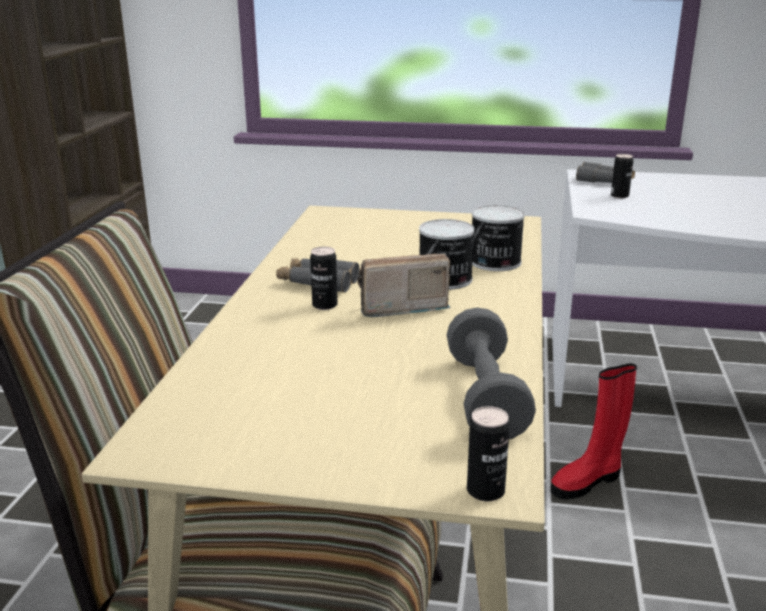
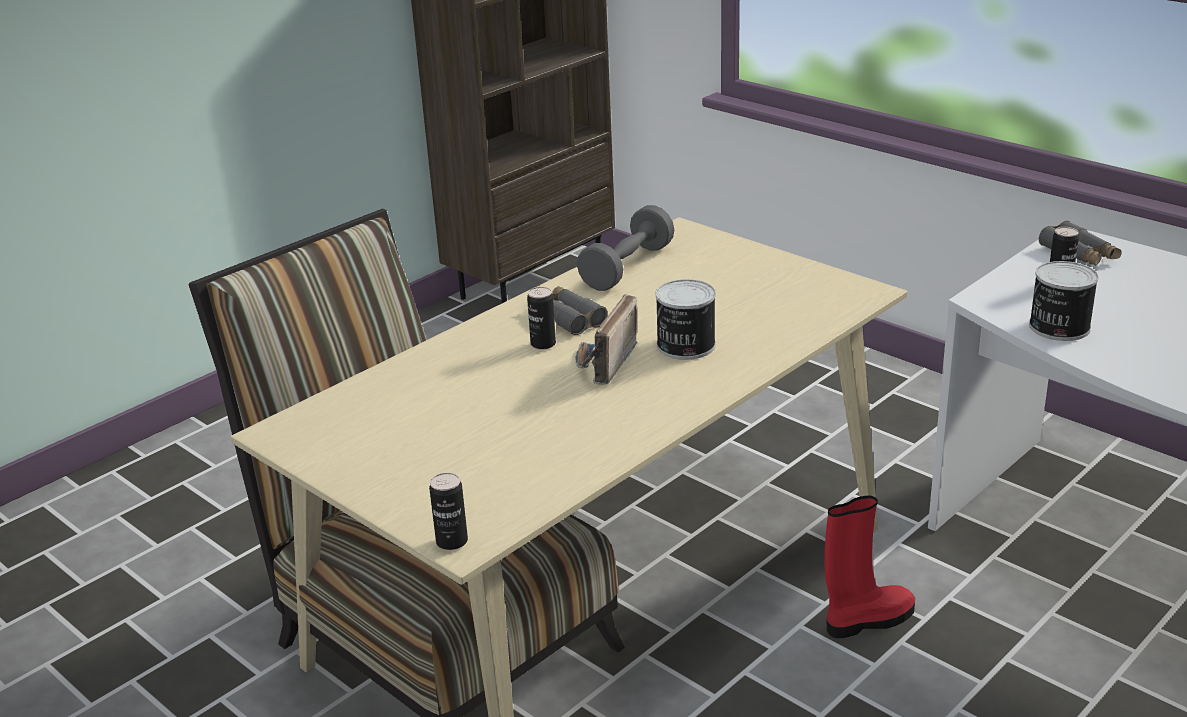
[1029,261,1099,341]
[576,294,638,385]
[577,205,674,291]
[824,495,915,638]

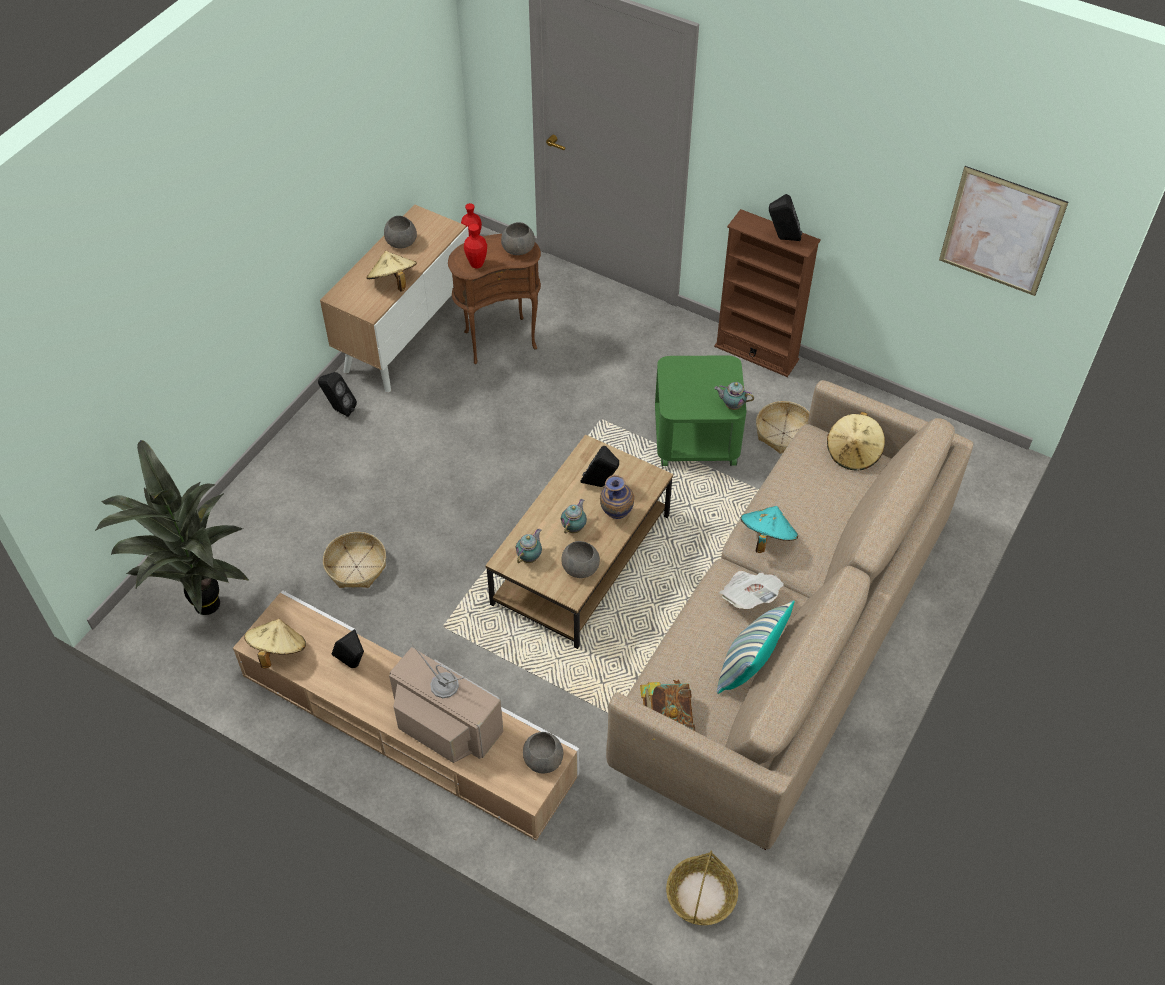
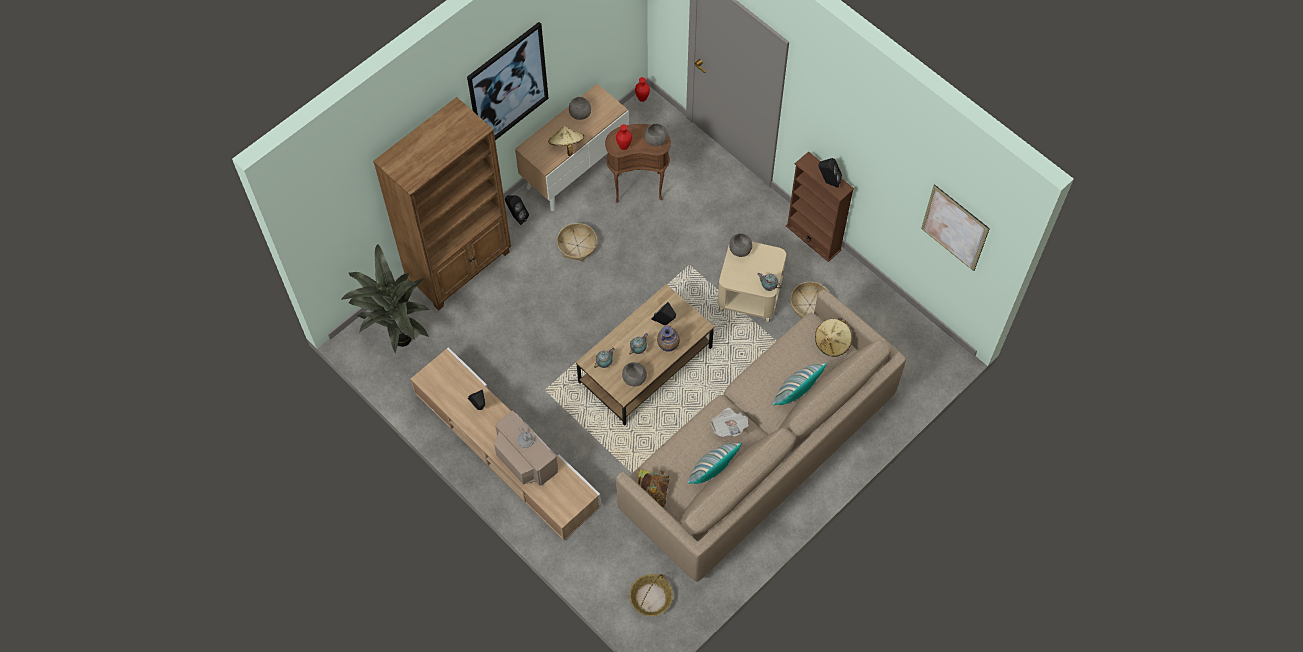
[718,242,786,322]
[741,506,798,553] (first image)
[557,223,597,261]
[244,619,306,669] (first image)
[729,233,752,257]
[467,22,549,140]
[373,97,511,310]
[773,363,827,406]

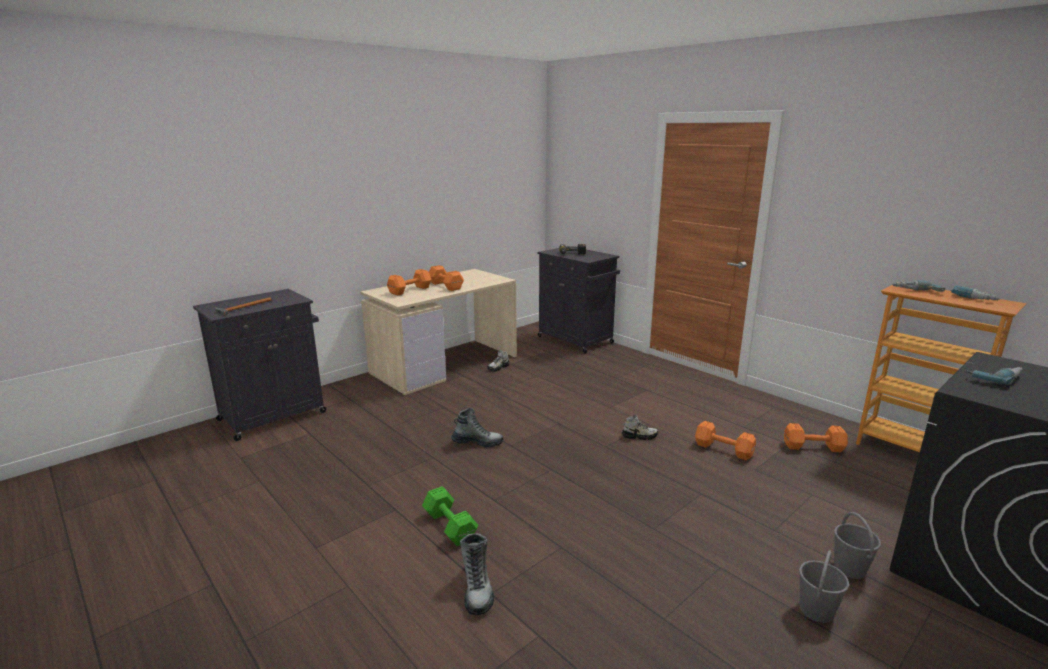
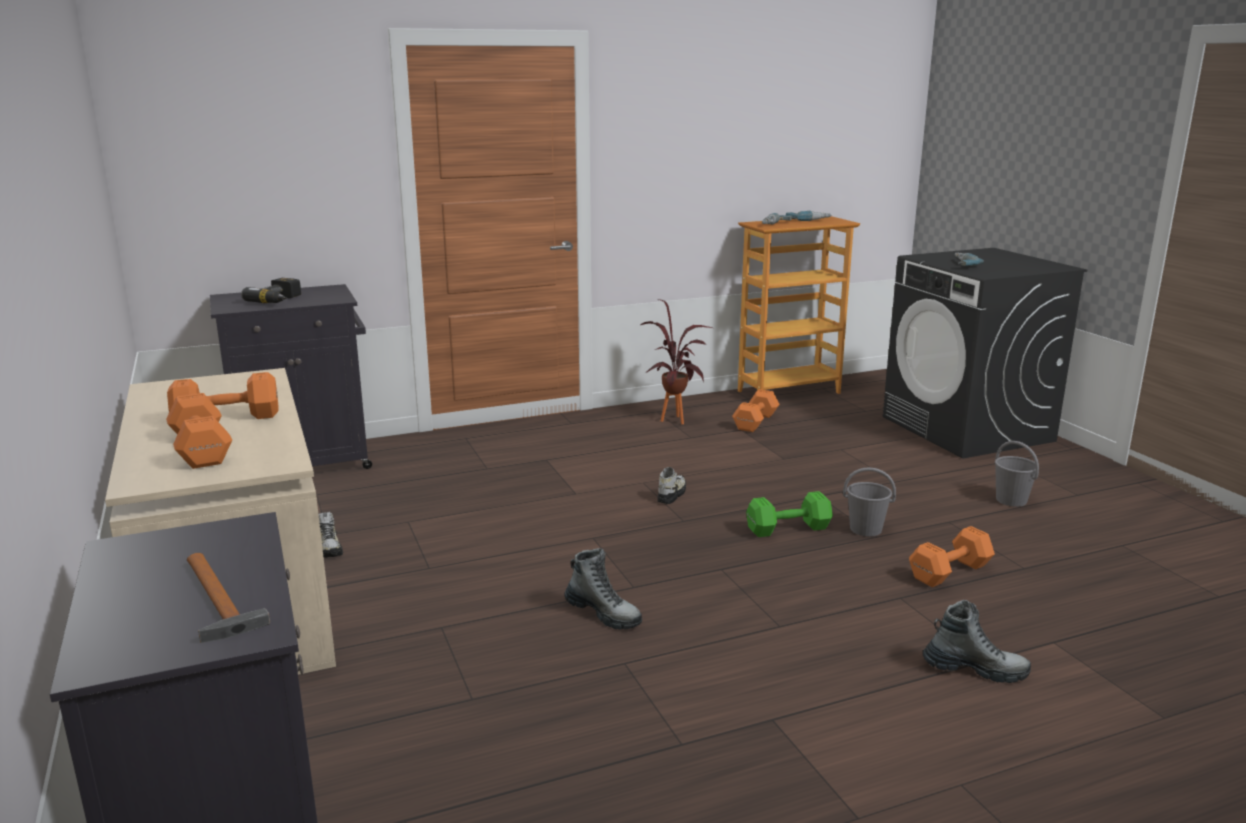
[564,548,642,630]
[909,526,995,587]
[746,491,833,537]
[843,467,896,536]
[640,299,712,424]

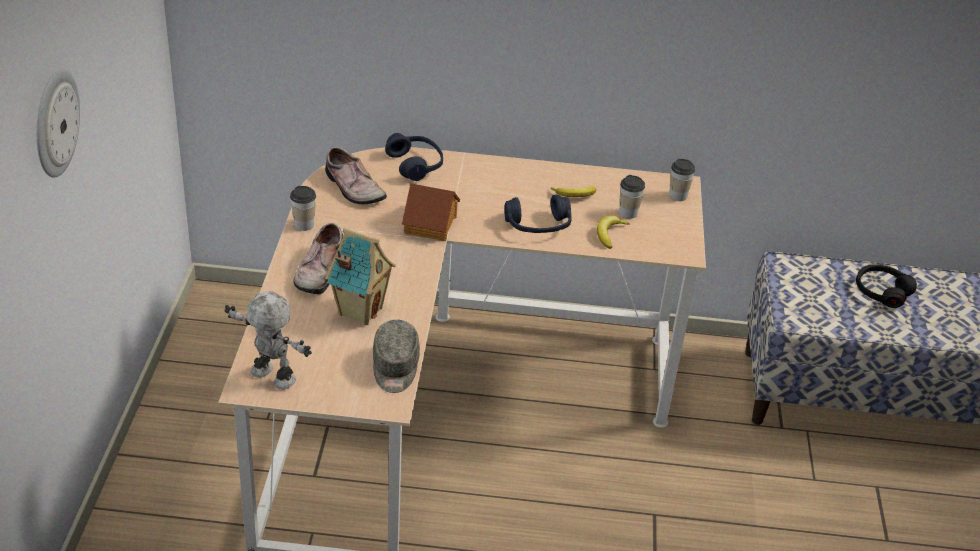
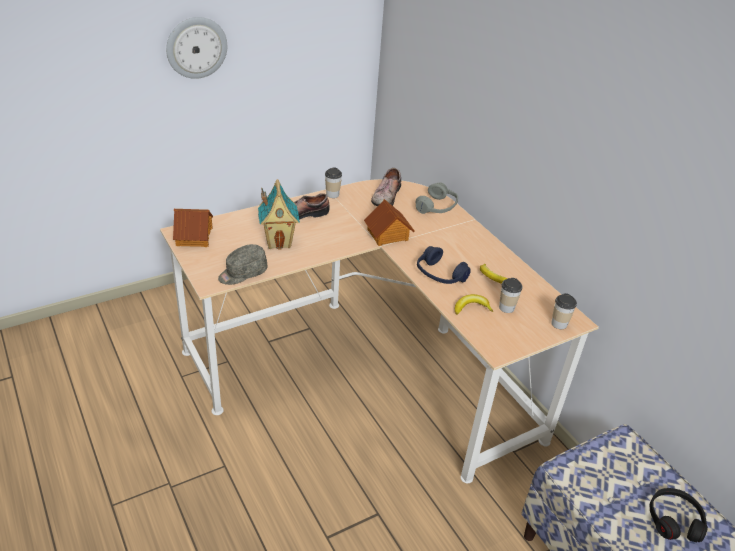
[415,182,458,214]
[173,209,213,247]

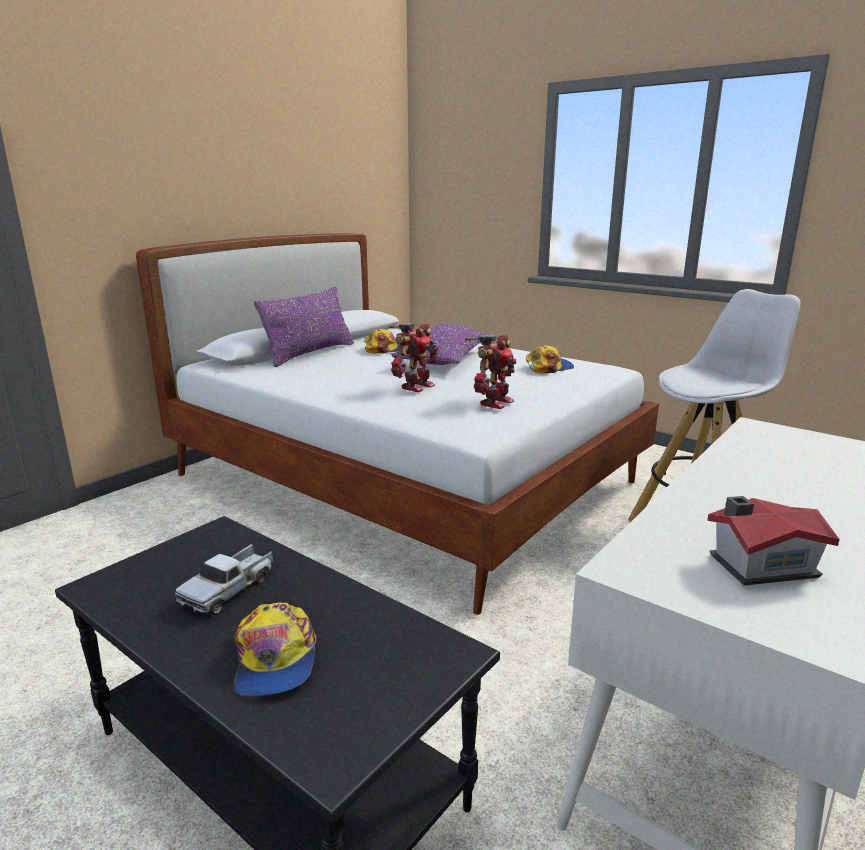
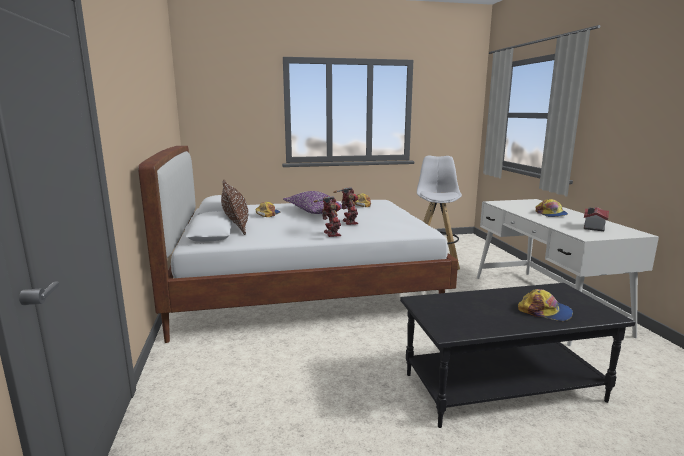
[221,180,249,235]
[314,196,341,237]
[175,544,273,615] (first image)
[535,199,568,217]

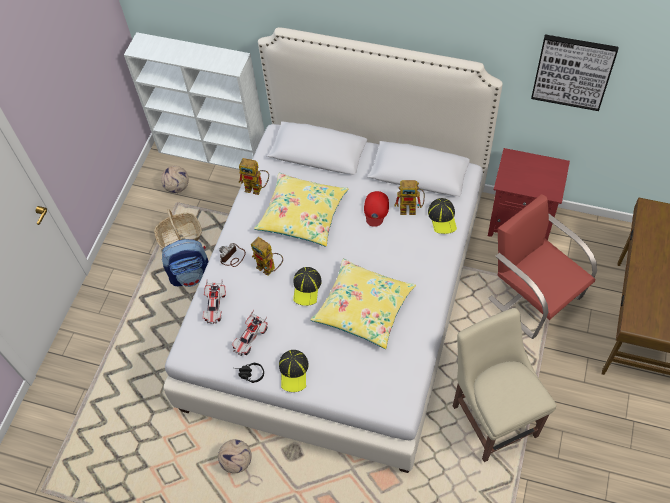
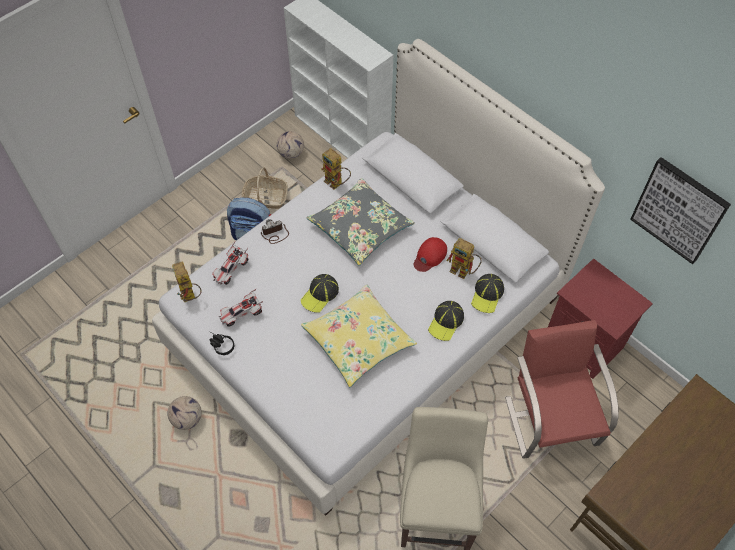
[306,178,415,266]
[172,261,201,302]
[428,301,464,341]

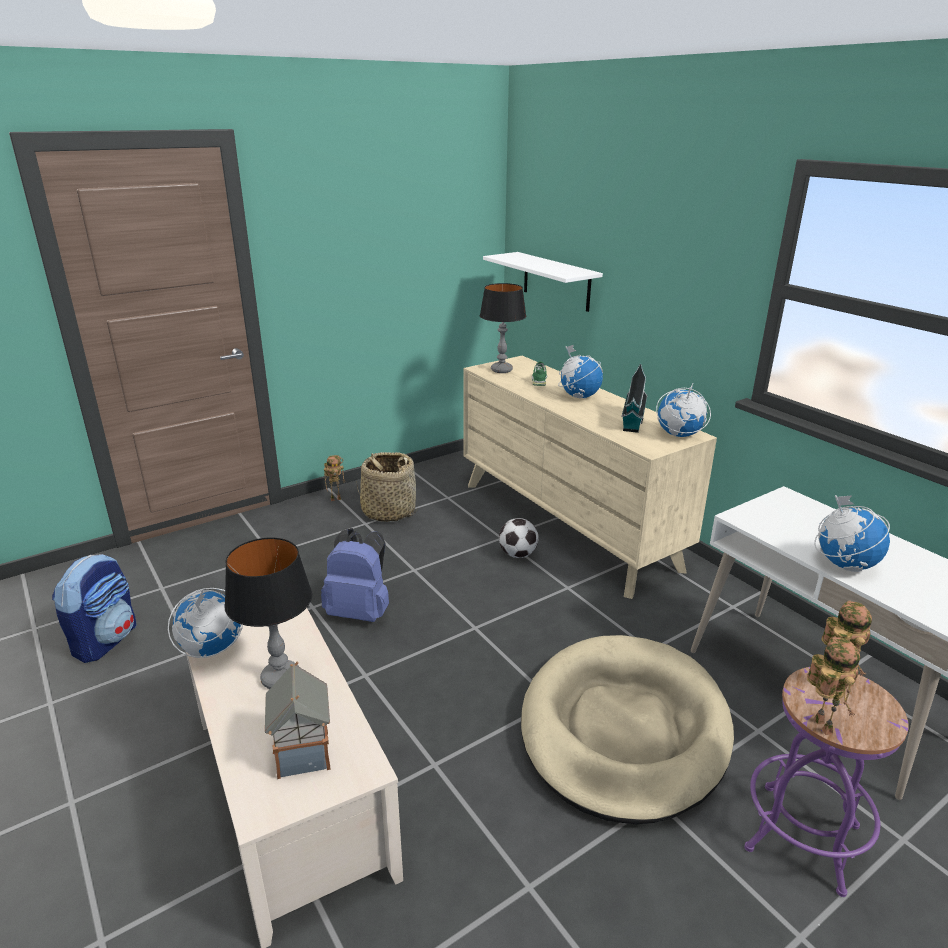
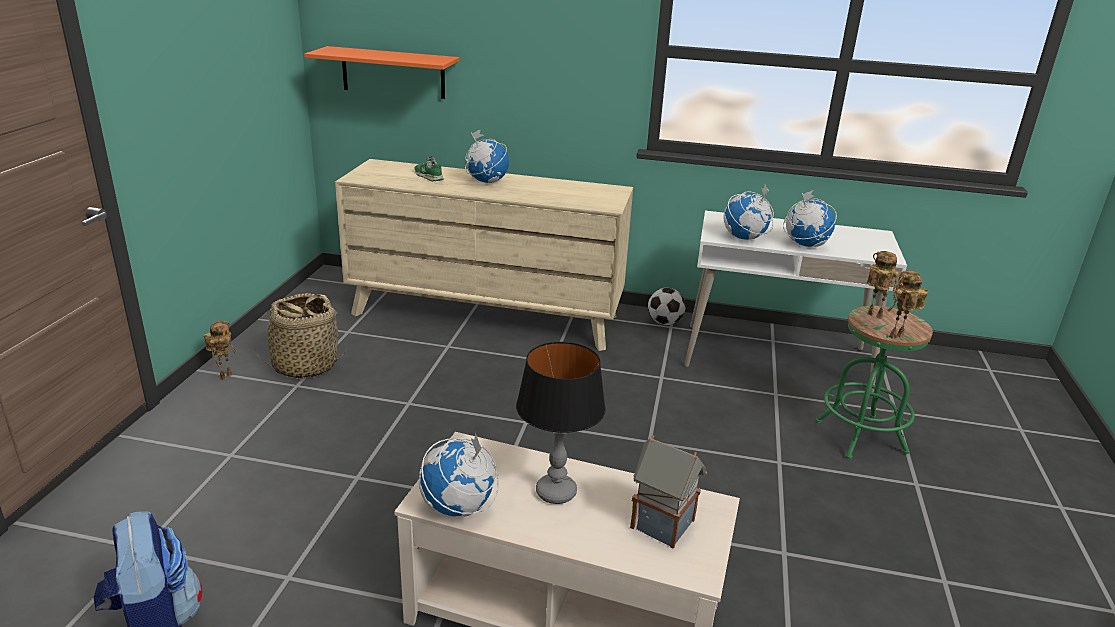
[304,46,460,99]
[480,283,526,373] (first image)
[621,363,647,433] (first image)
[724,184,774,240]
[648,288,685,325]
[321,528,389,622] (first image)
[521,635,734,824] (first image)
[888,271,929,339]
[815,306,933,460]

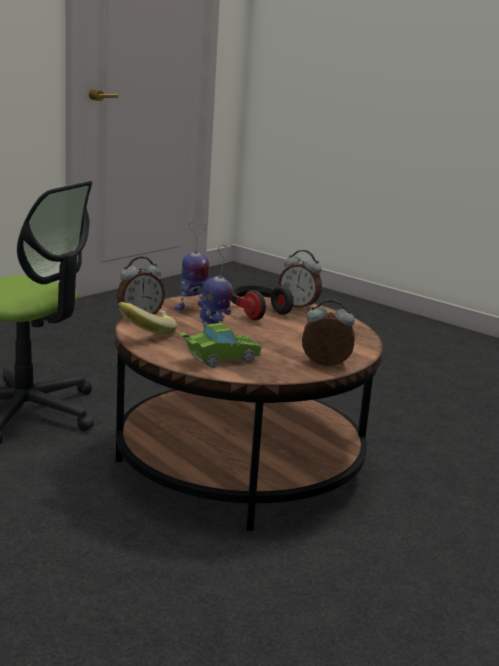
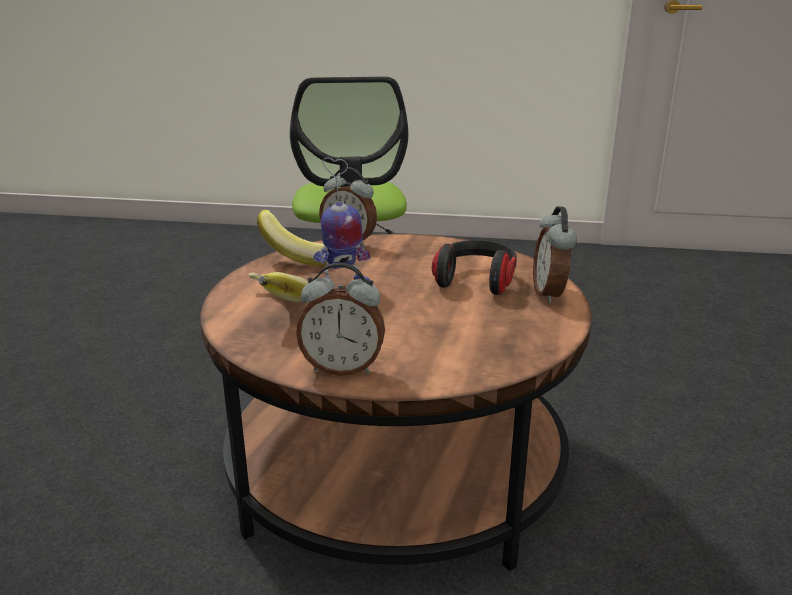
[175,222,209,311] (first image)
[296,263,385,376]
[248,272,308,302]

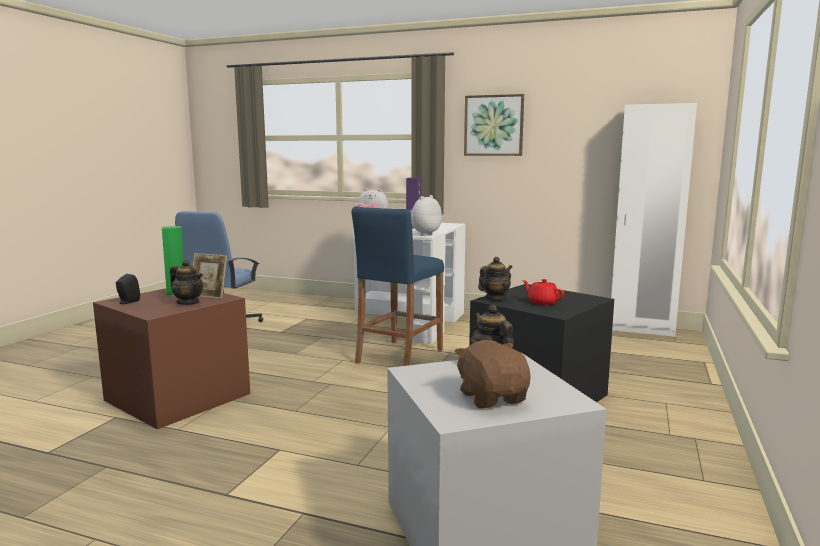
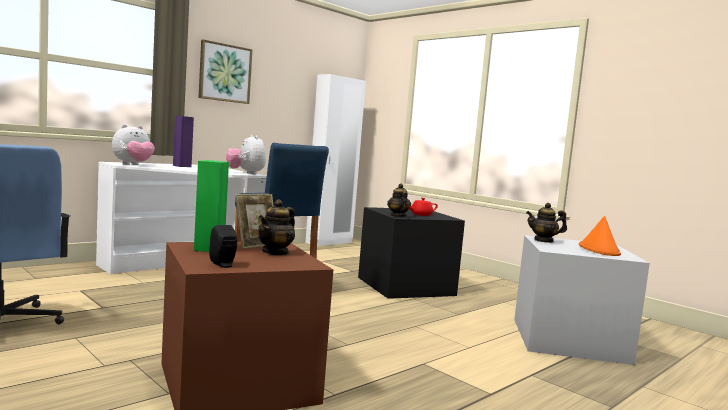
[258,199,295,256]
[579,216,621,256]

